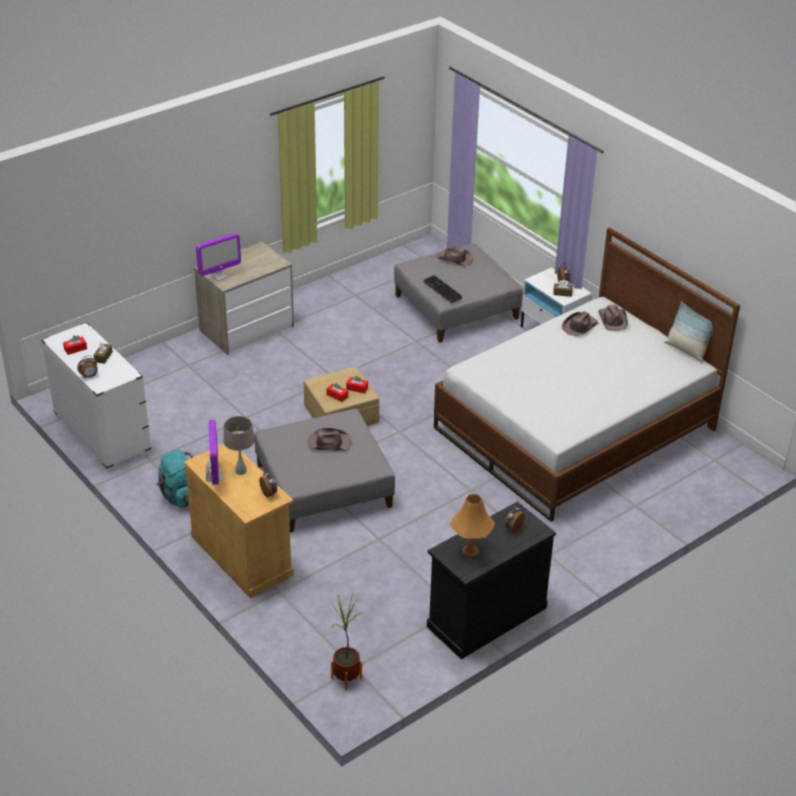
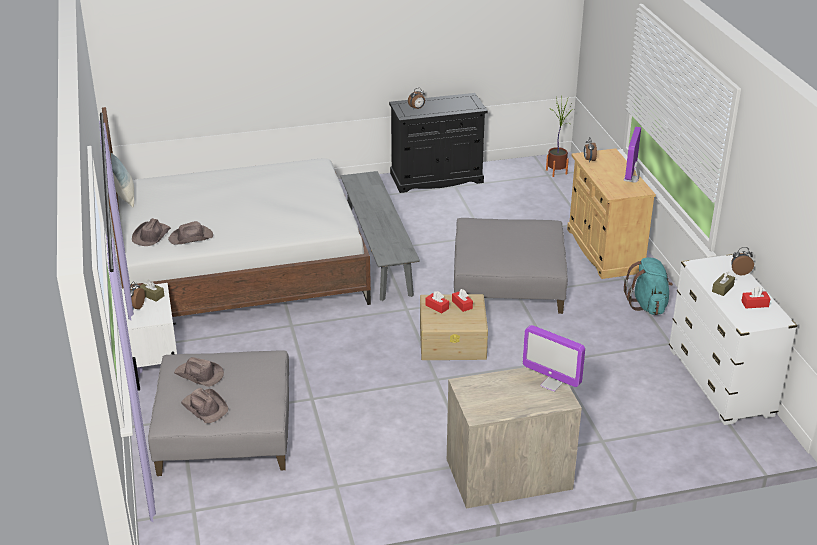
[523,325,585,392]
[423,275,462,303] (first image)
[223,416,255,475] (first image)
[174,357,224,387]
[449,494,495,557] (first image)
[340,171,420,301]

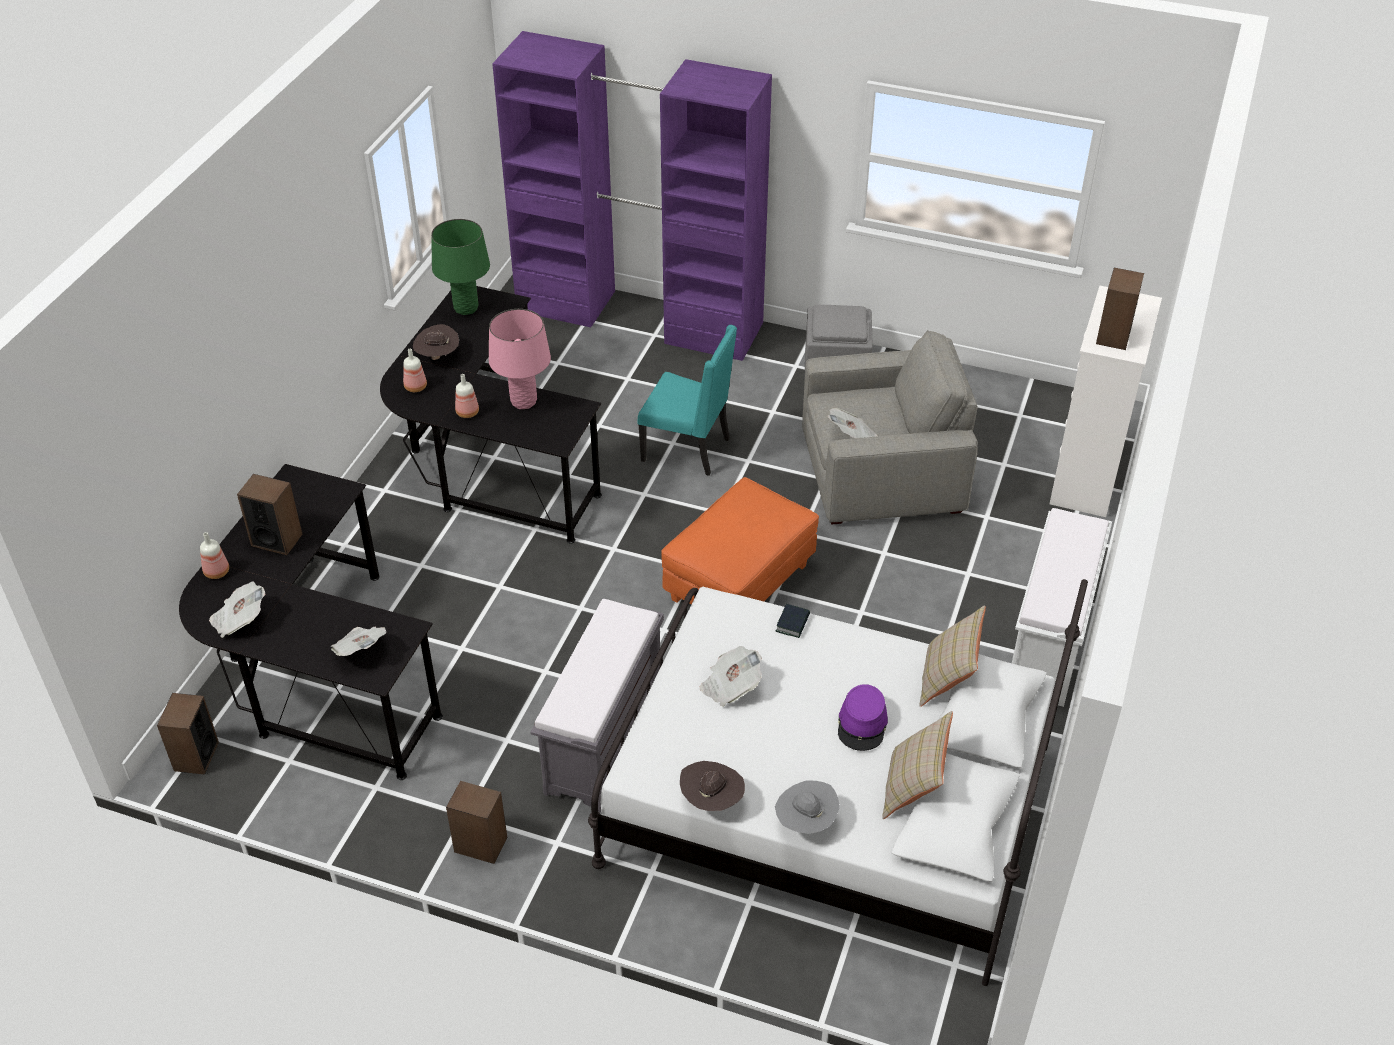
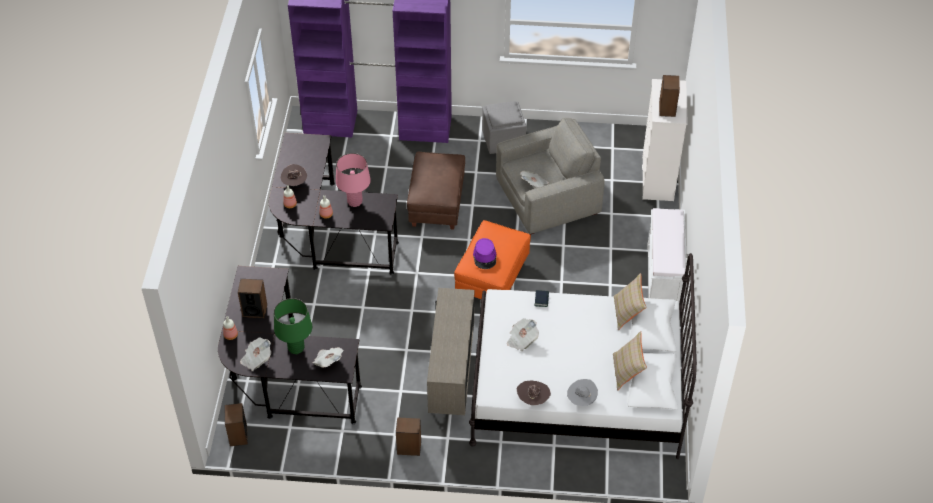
[274,298,312,354]
[407,152,465,230]
[427,288,474,415]
[473,238,496,269]

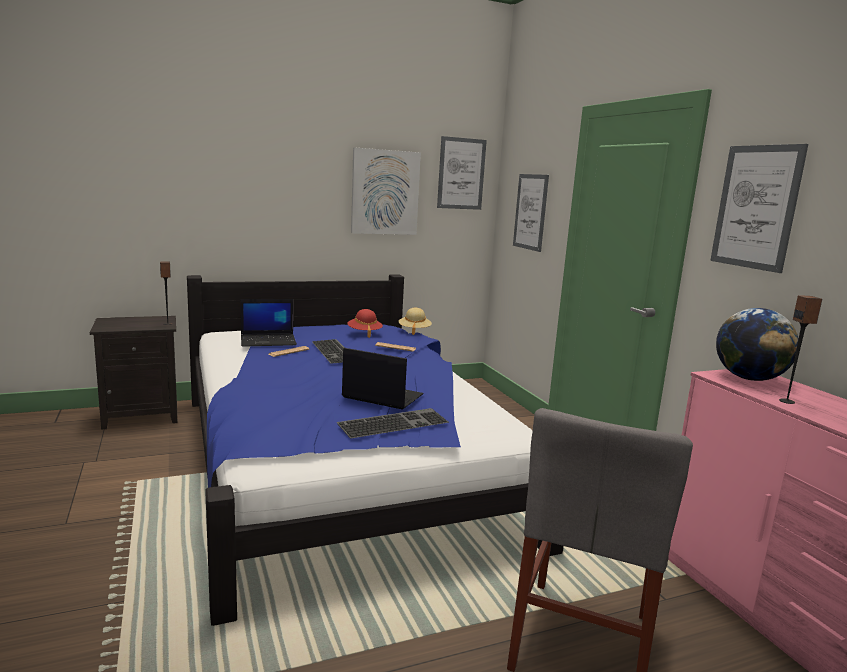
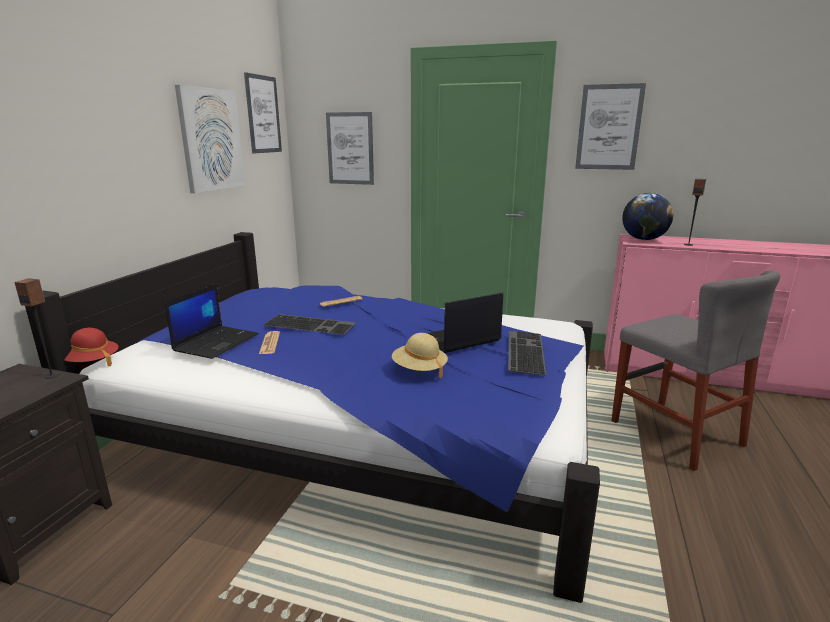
[392,333,448,378]
[64,328,119,366]

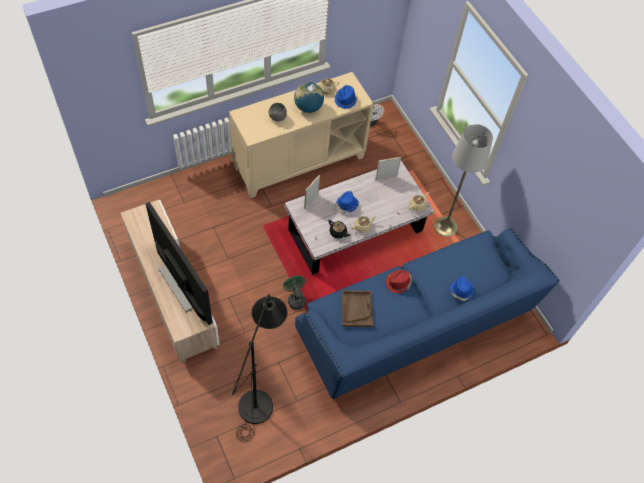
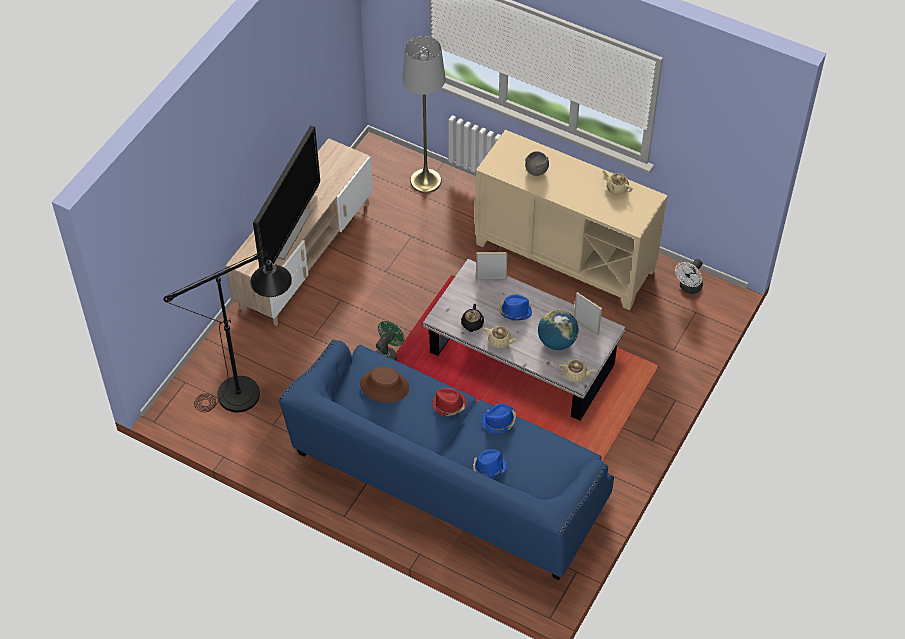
[538,310,578,350]
[481,403,516,434]
[402,36,446,193]
[360,367,409,403]

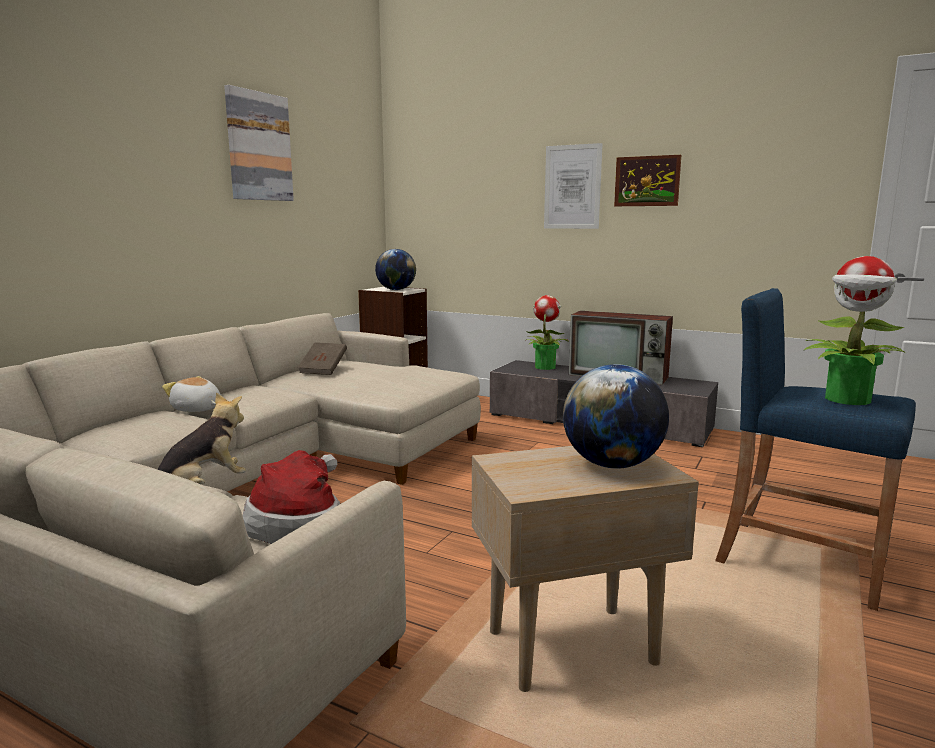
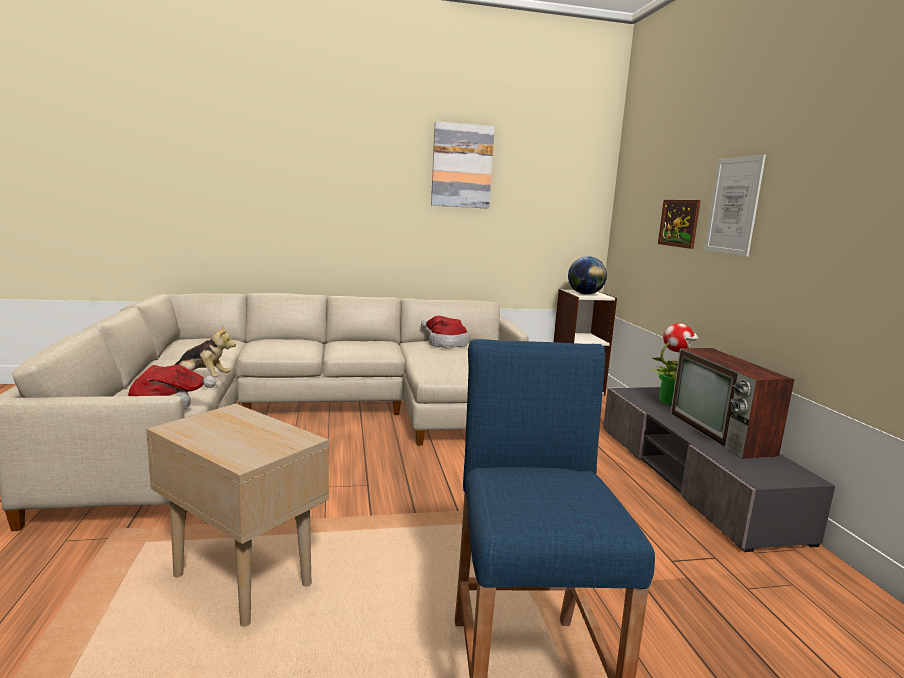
[658,200,701,249]
[803,256,906,405] (first image)
[421,316,470,348]
[563,364,669,469] (first image)
[162,376,221,412] (first image)

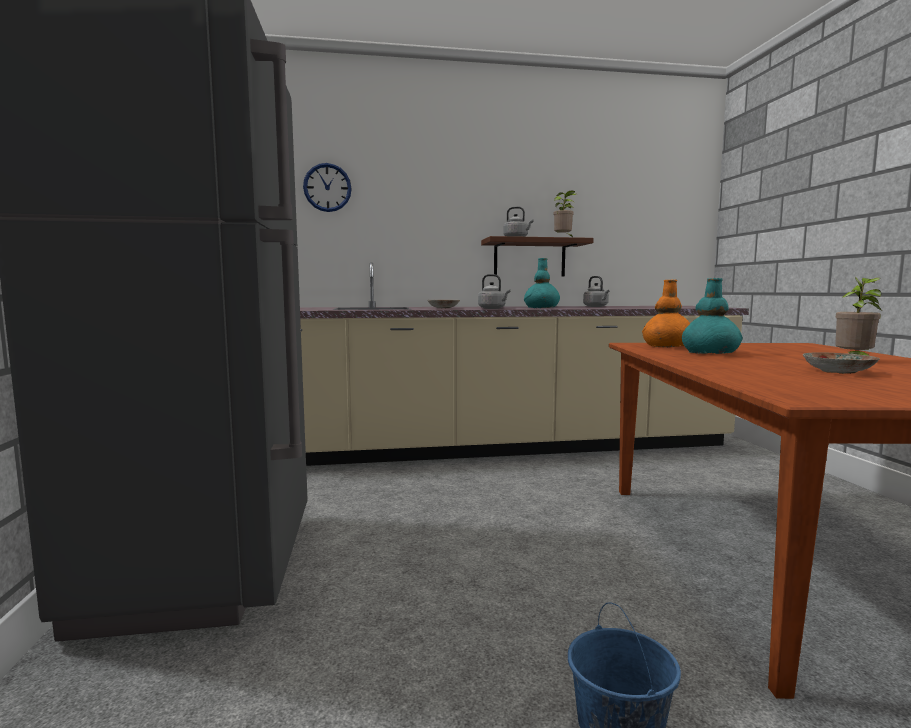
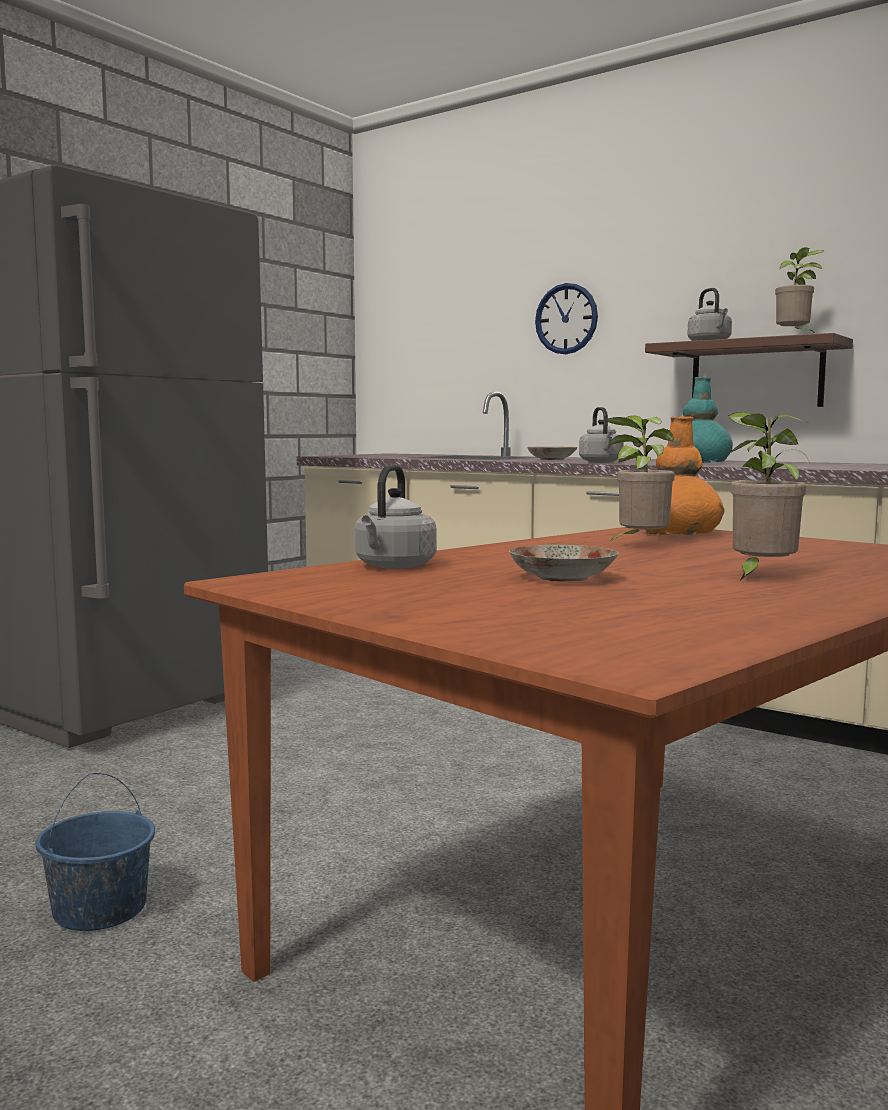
[535,283,598,354]
[355,465,436,569]
[606,415,675,541]

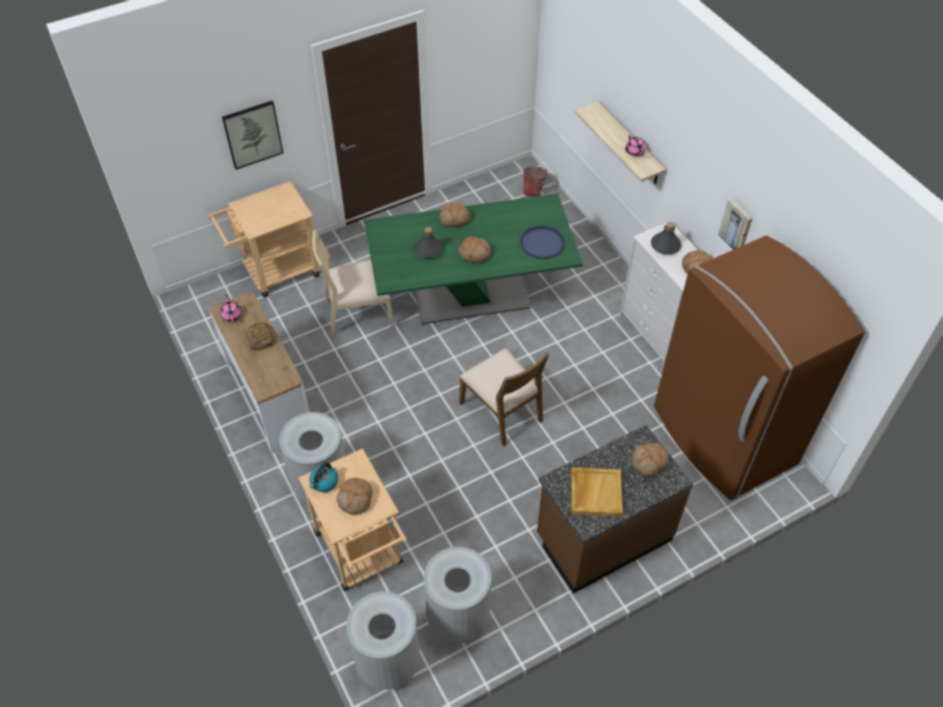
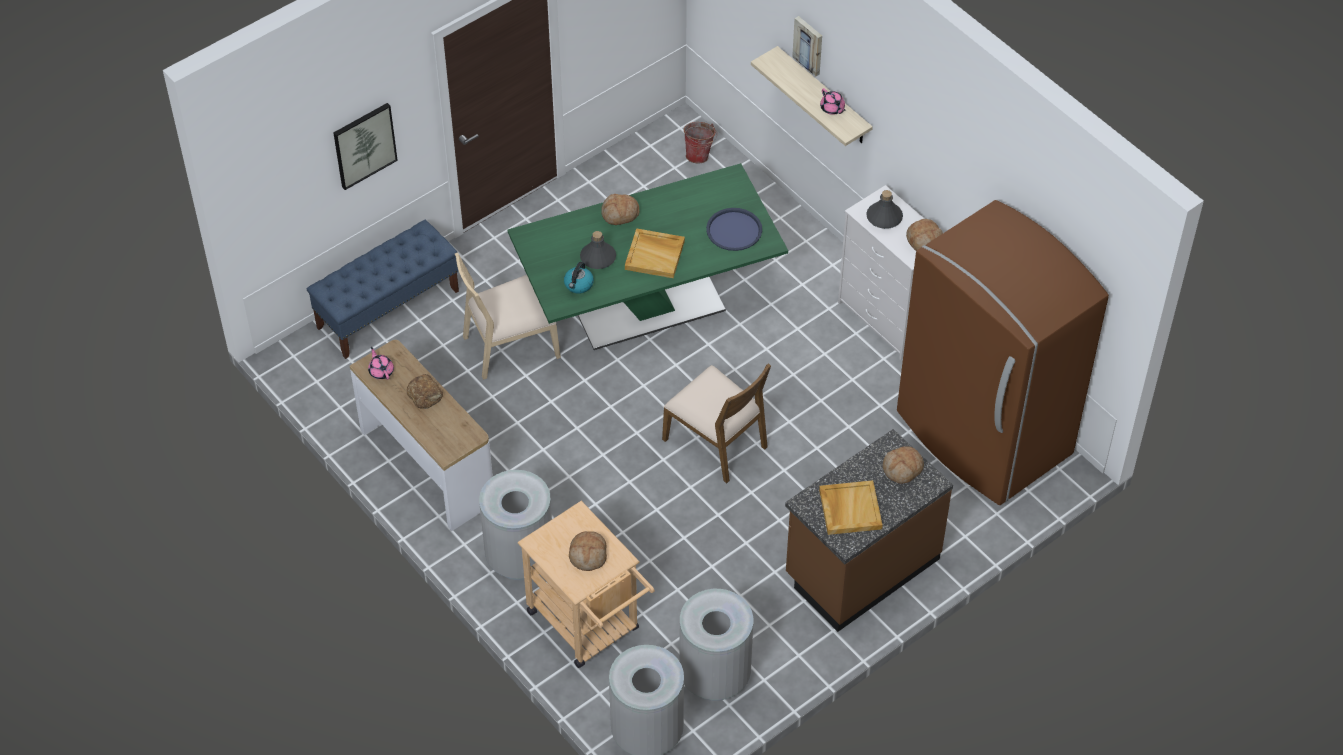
[307,220,459,359]
[792,16,822,77]
[625,228,685,278]
[564,262,594,294]

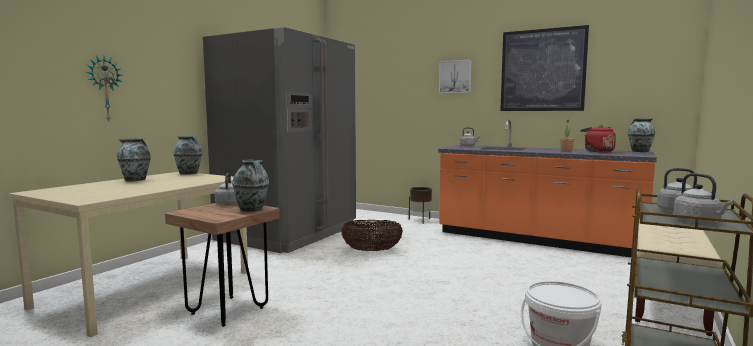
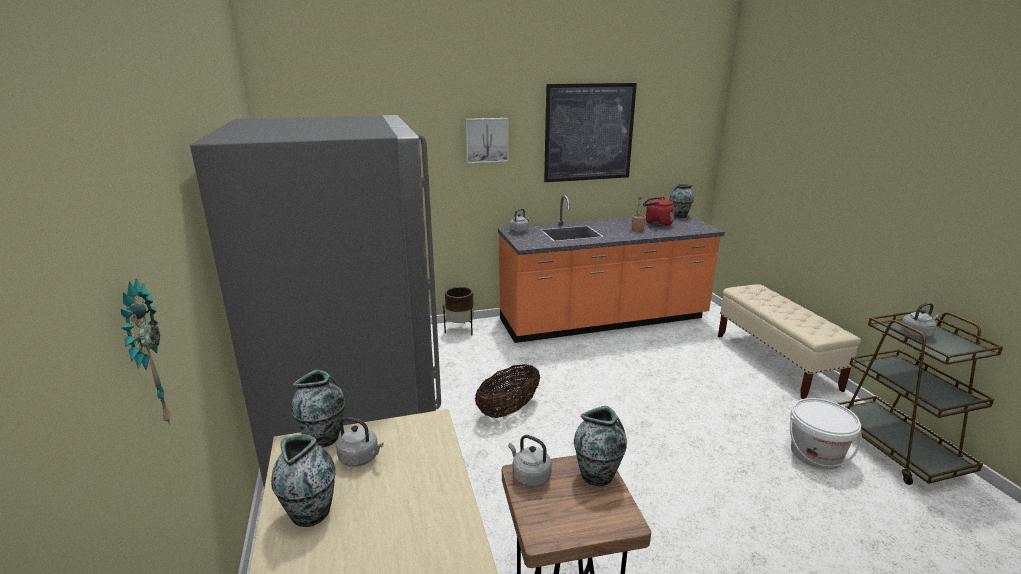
[336,417,383,467]

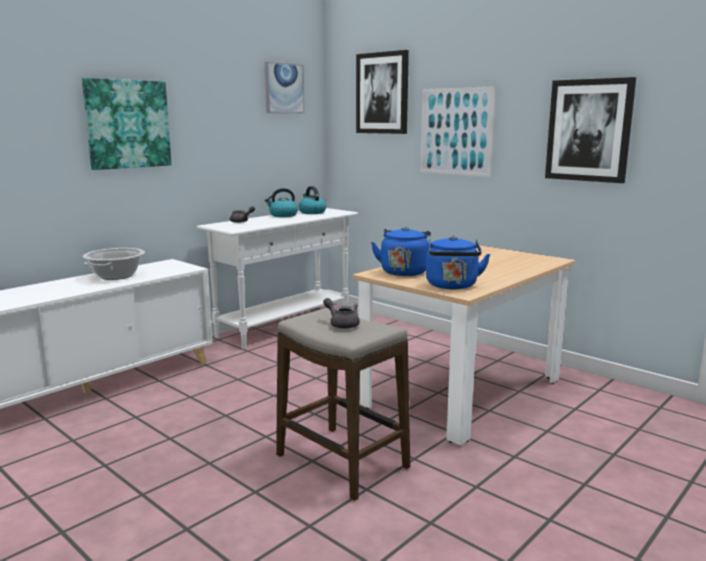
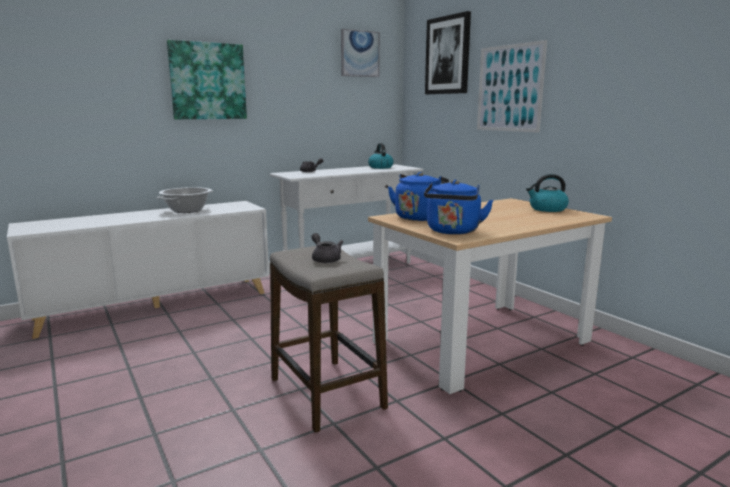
[545,77,636,183] (first image)
[526,174,569,212]

